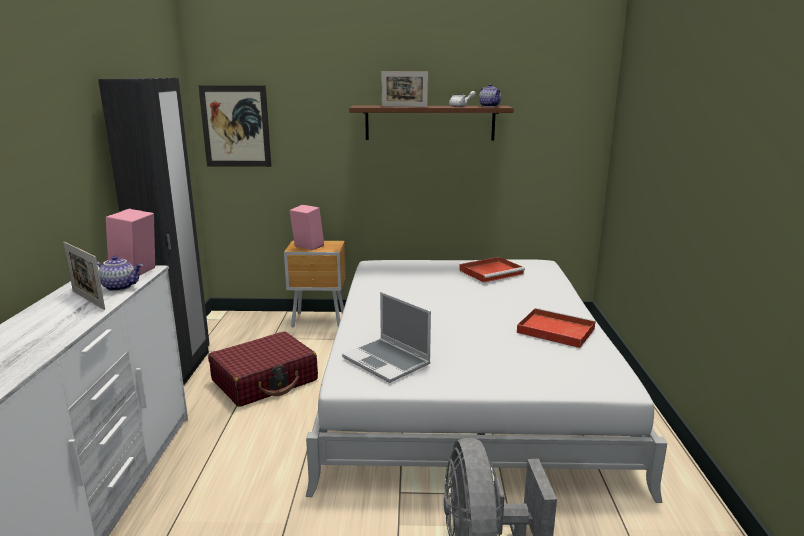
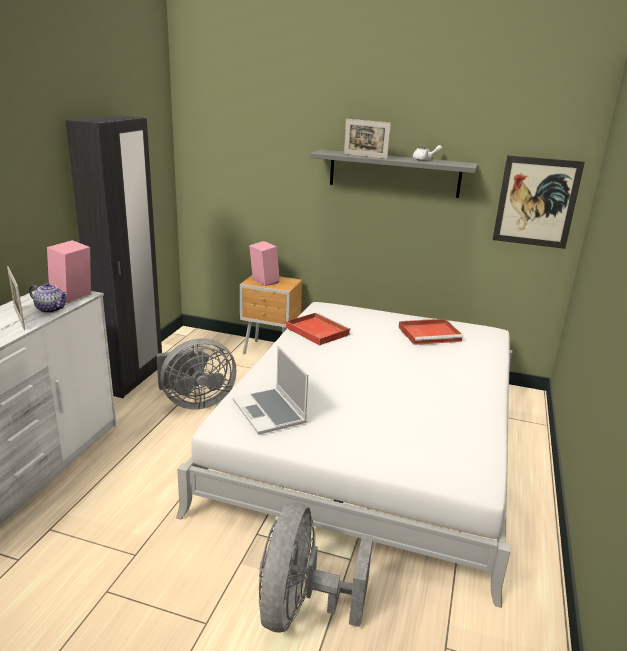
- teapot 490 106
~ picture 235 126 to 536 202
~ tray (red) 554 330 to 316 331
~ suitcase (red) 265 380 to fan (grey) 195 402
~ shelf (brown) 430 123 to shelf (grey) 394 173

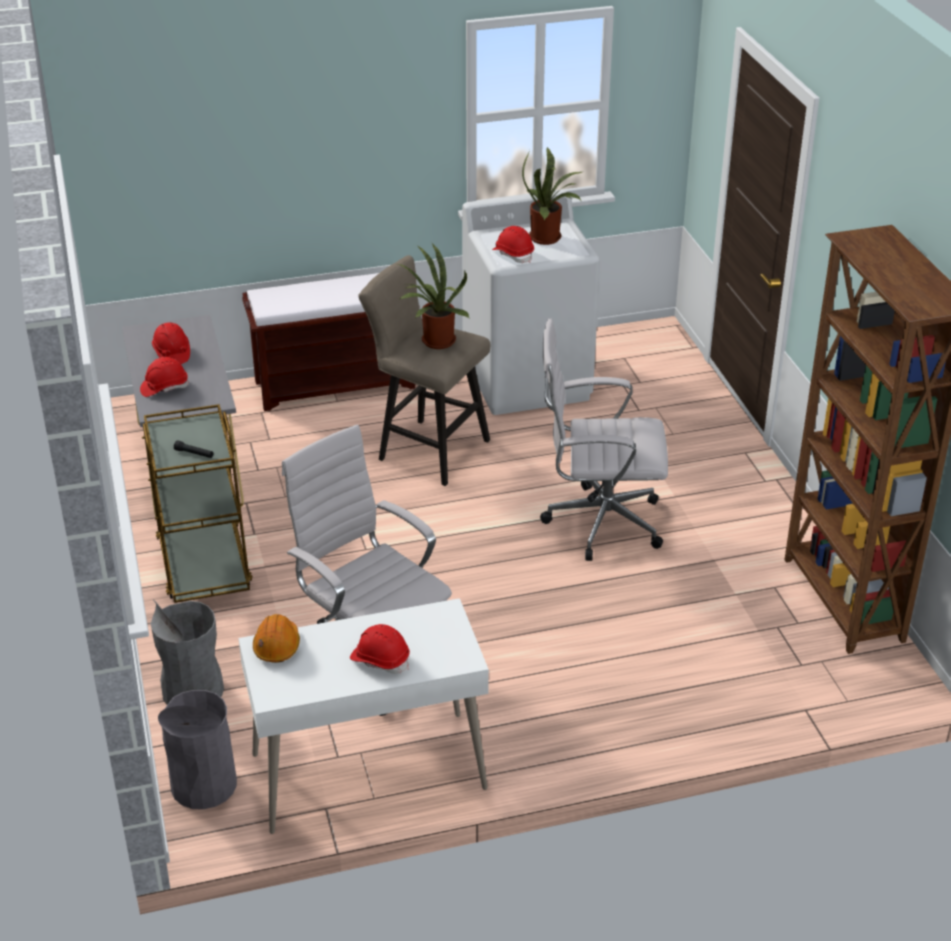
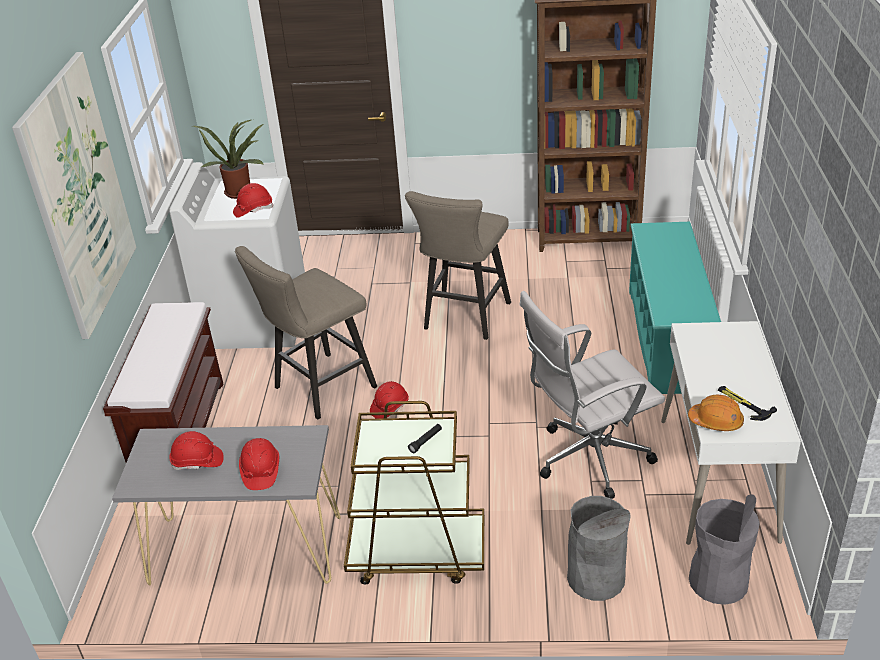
- potted plant 435 342
+ picture 79 195
+ shoe rack (turquoise) 667 339
+ hammer 743 404
~ hard hat (red) 380 660 to 389 407
~ office chair (white) 598 523 to stool (beige) 463 319

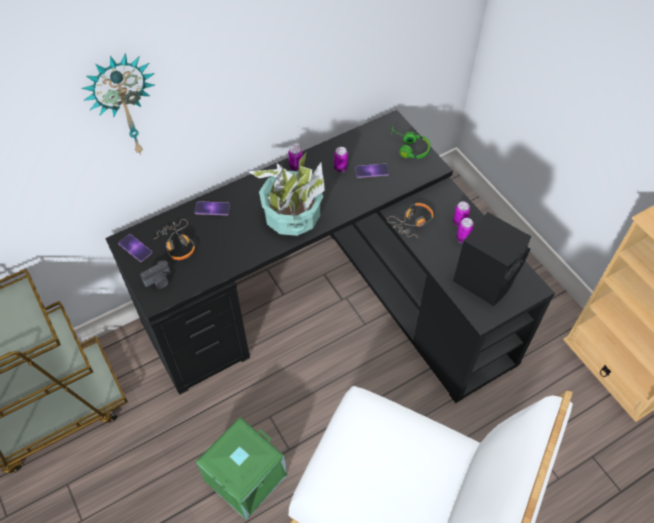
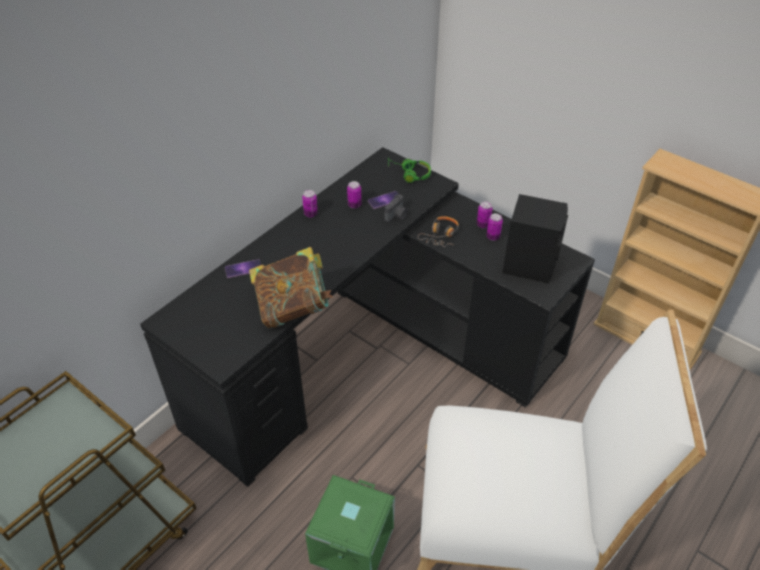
- wall clock 124 105
- phone 135 248
- headphones 177 244
- potted plant 292 216
+ book 293 308
~ photo camera 159 281 to 397 215

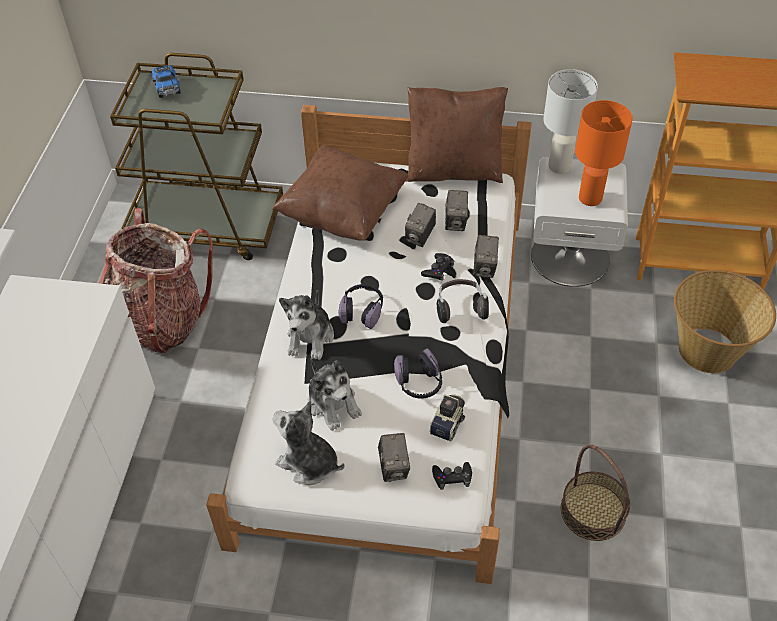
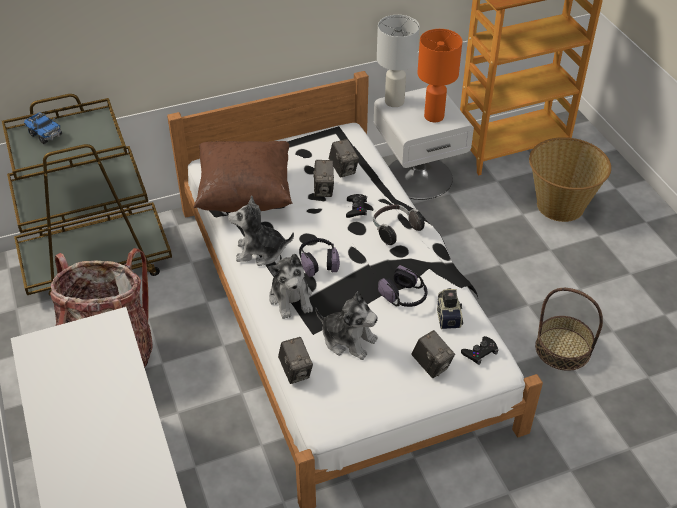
- pillow (brown) 454 170
~ plush toy 308 463 to 260 252
~ photo camera 484 268 to 295 371

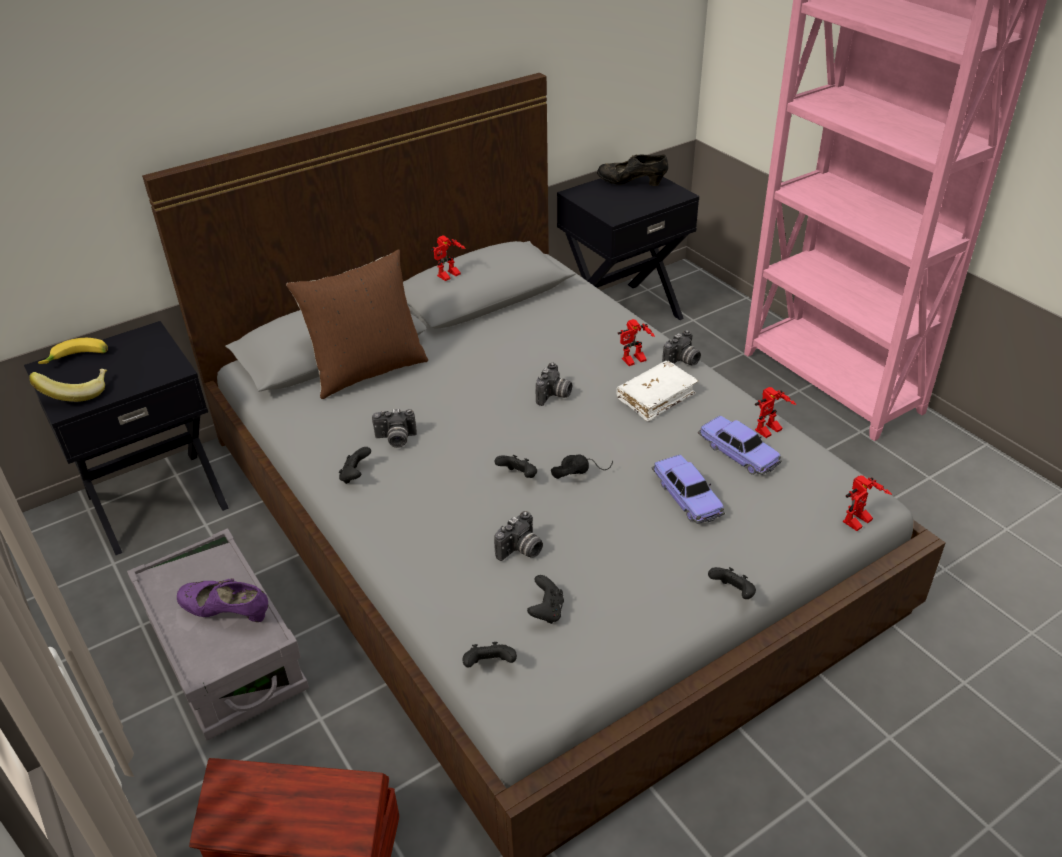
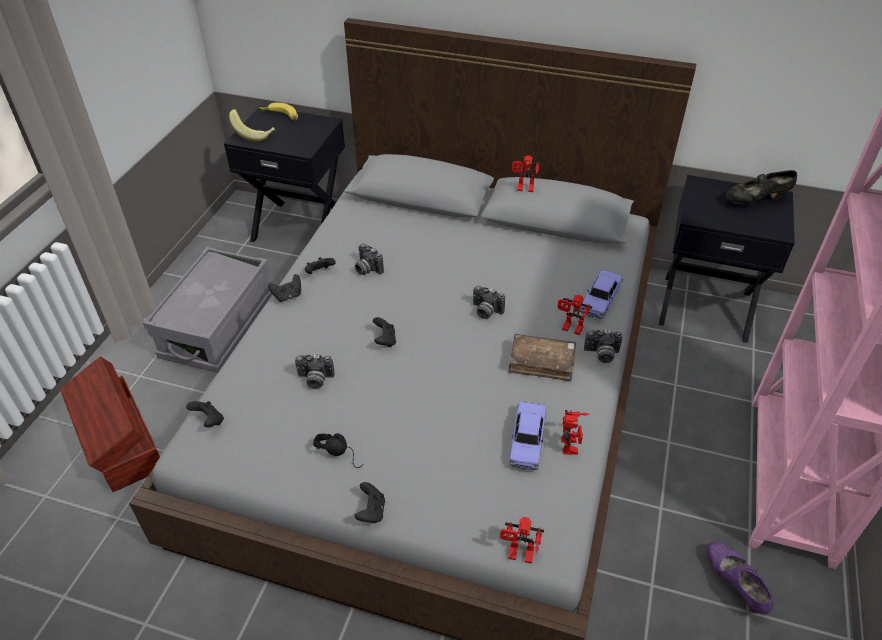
- pillow (brown) 367 370
~ shoe (purple) 227 613 to 734 584
~ game controller (black) 546 611 to 288 296
~ headphones (black) 580 471 to 342 452
~ toy car 687 497 to 600 300
~ book (white) 656 397 to book (brown) 541 362
~ photo camera 554 396 = 485 311 45 degrees clockwise
~ shoe (black) 631 183 = 755 201 75 degrees counterclockwise
~ toy robot 769 432 = 572 447 105 degrees counterclockwise

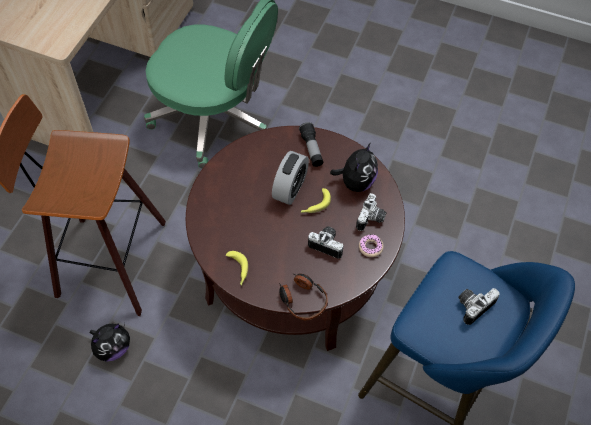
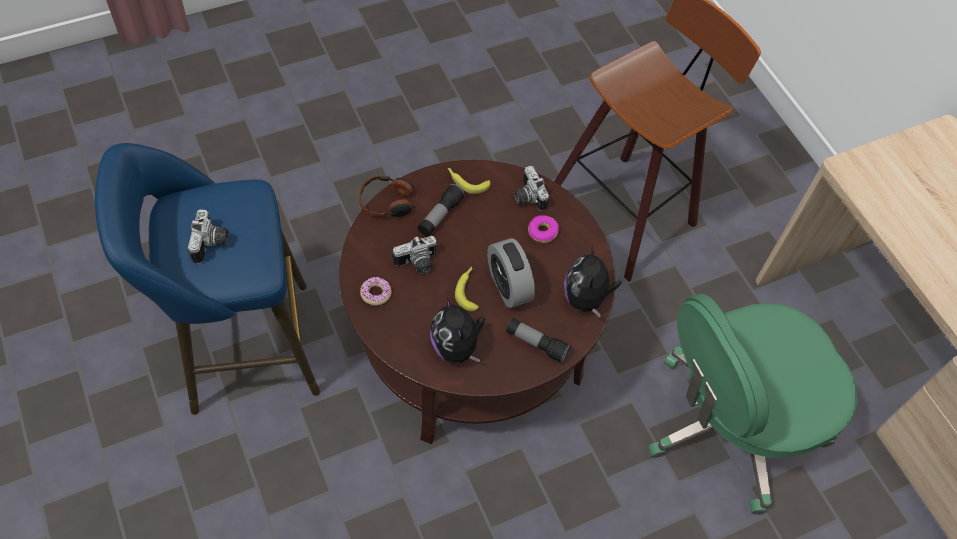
+ flashlight 440 216
+ donut 542 232
~ plush toy 113 348 to 586 298
~ photo camera 371 219 to 527 197

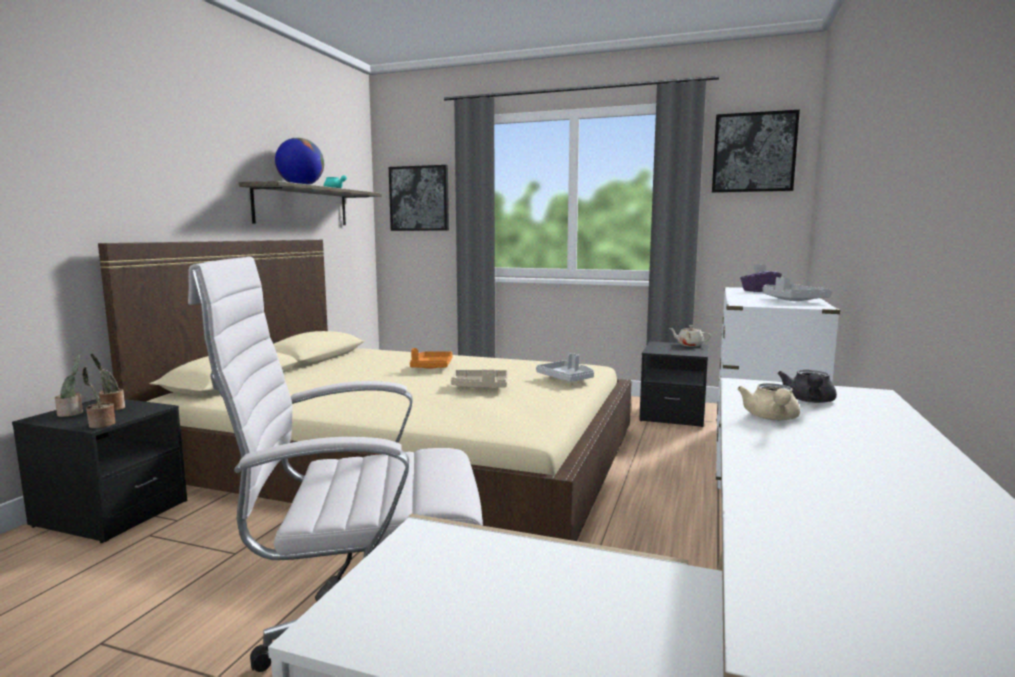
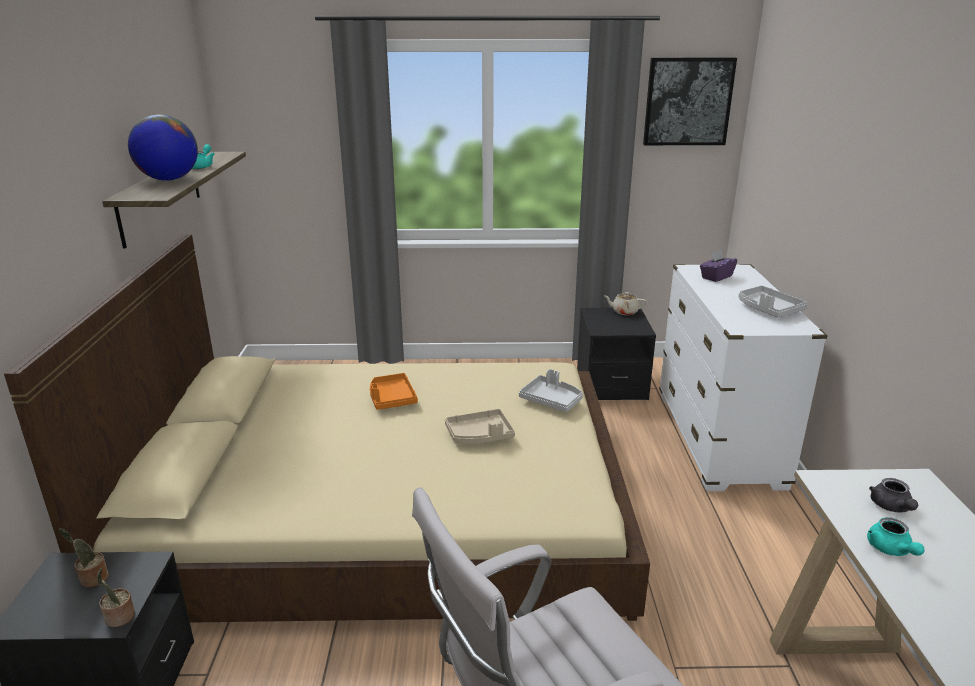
- potted plant 72 413
- picture 419 198
~ teapot (beige) 771 418 to teapot (turquoise) 890 550

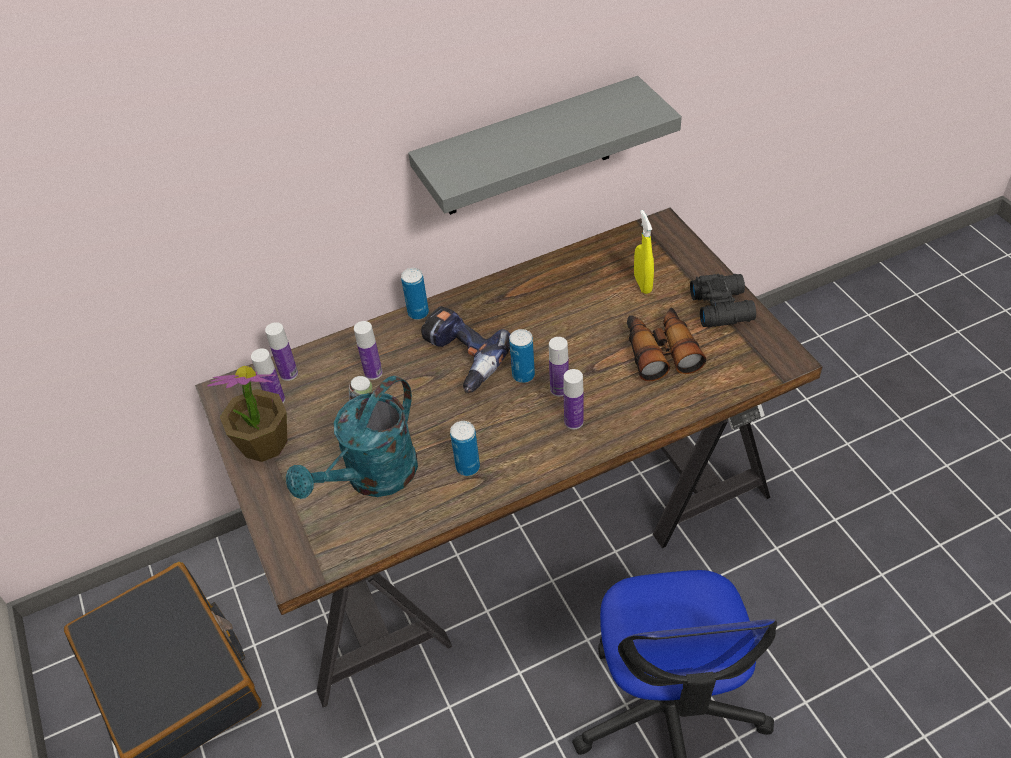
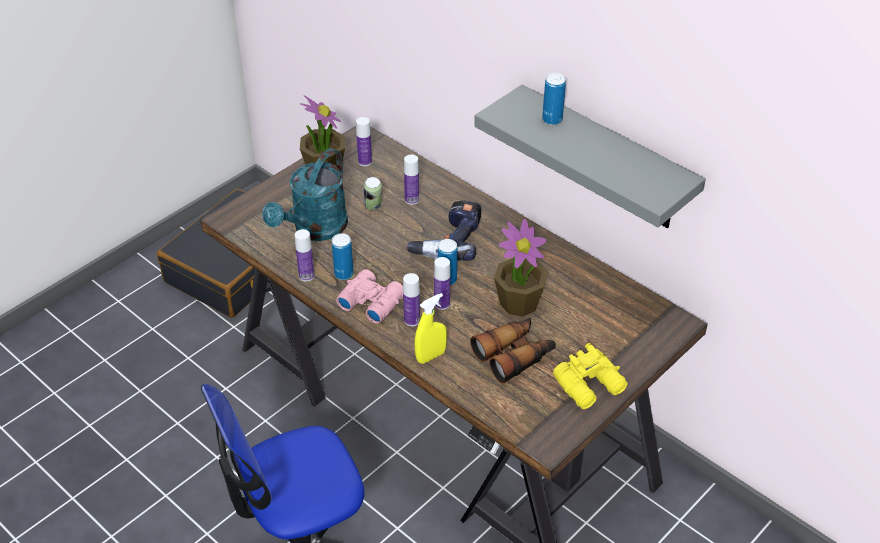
+ binoculars (pink) 371 301
+ potted plant 519 302
~ bottle 289 374 to 306 276
~ can 418 313 to 552 120
~ spray bottle (yellow) 642 284 to 431 356
~ binoculars (black) 722 306 to binoculars (yellow) 591 386
~ watering can (turquoise) 372 478 = 315 230 75 degrees counterclockwise

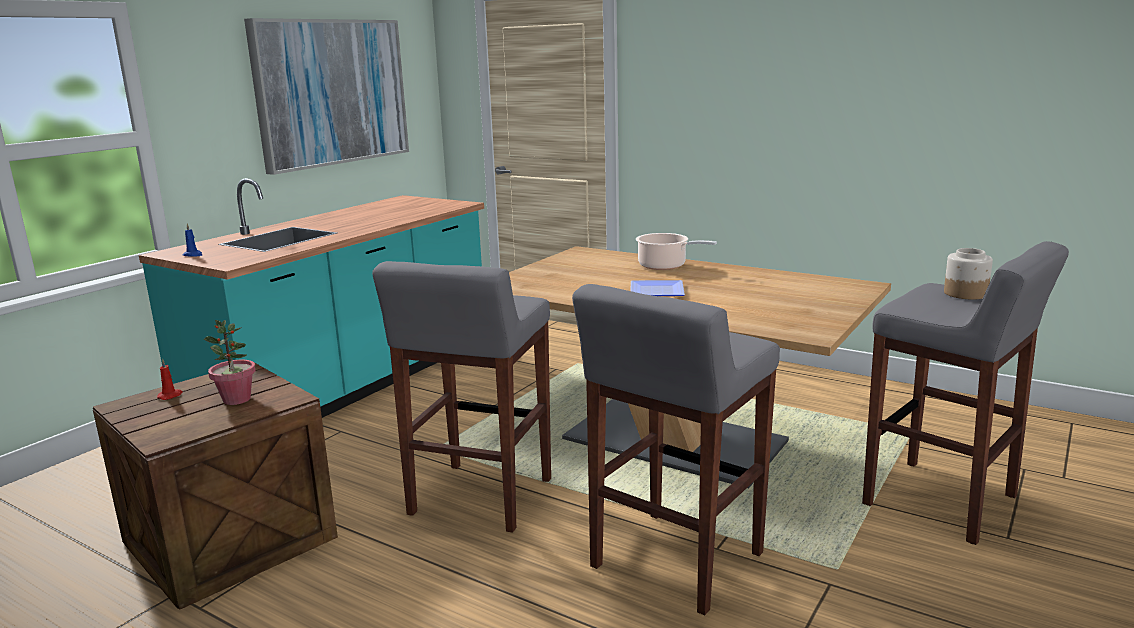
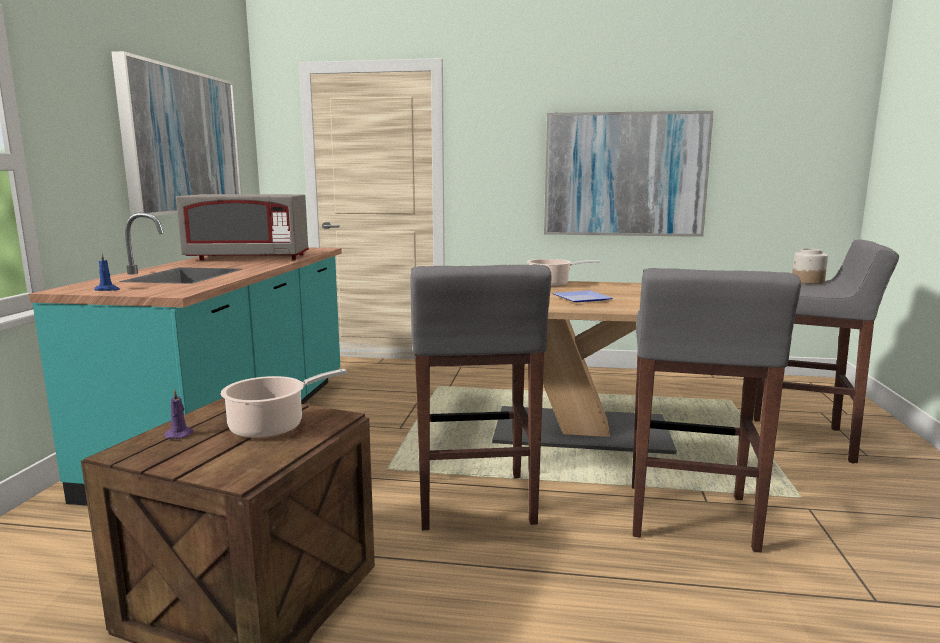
+ microwave (grey) 249 258
+ picture 624 175
~ potted plant 237 399 to cooking pot 272 426
~ candle (red) 170 396 to candle (purple) 180 434

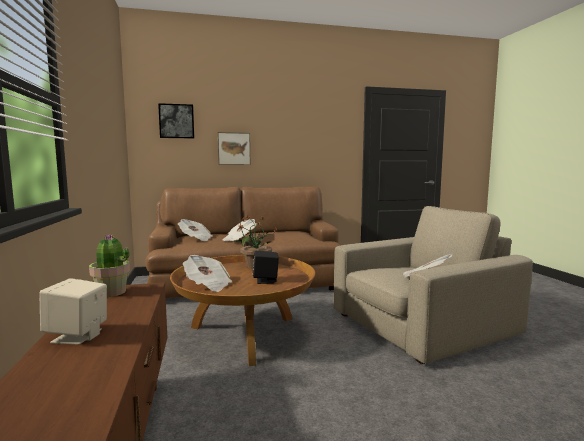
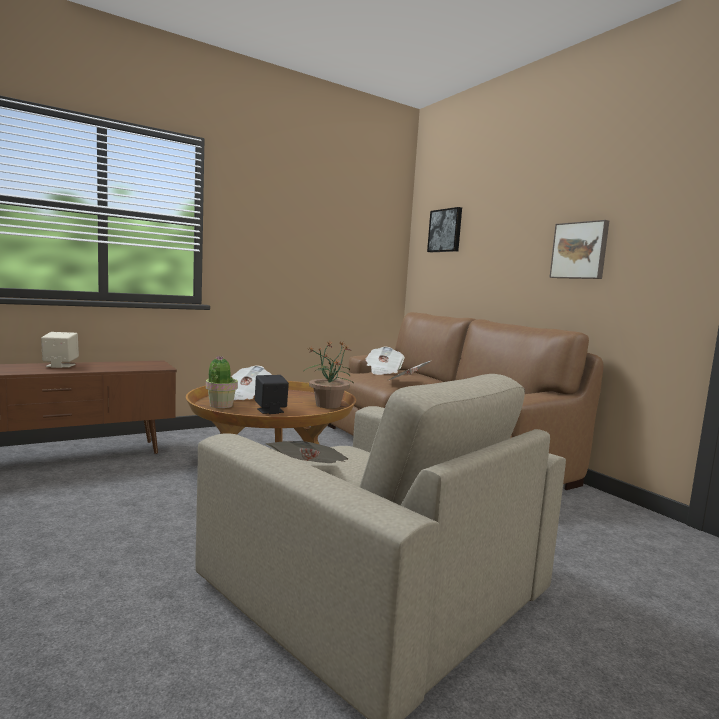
~ potted plant 111 293 to 220 405
~ picture 234 148 to 580 250

